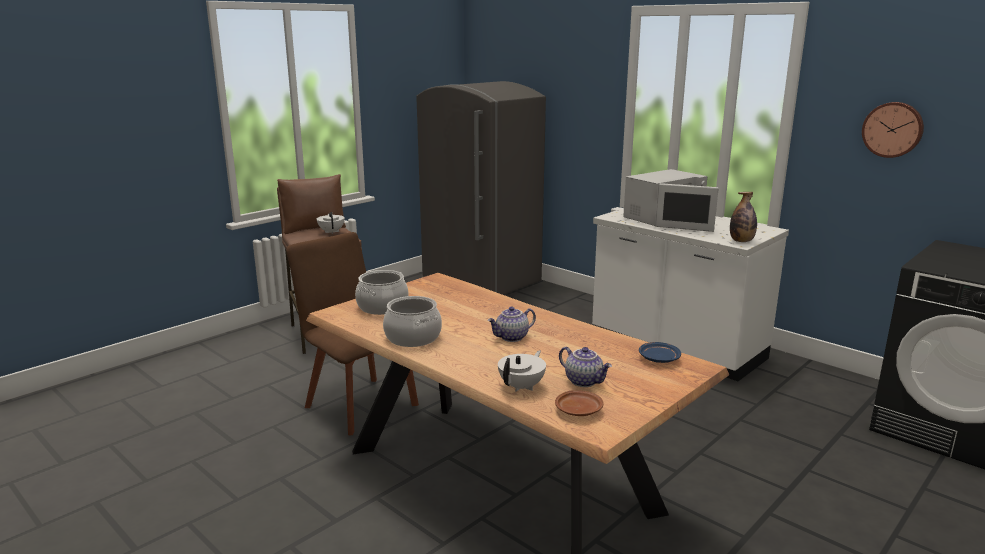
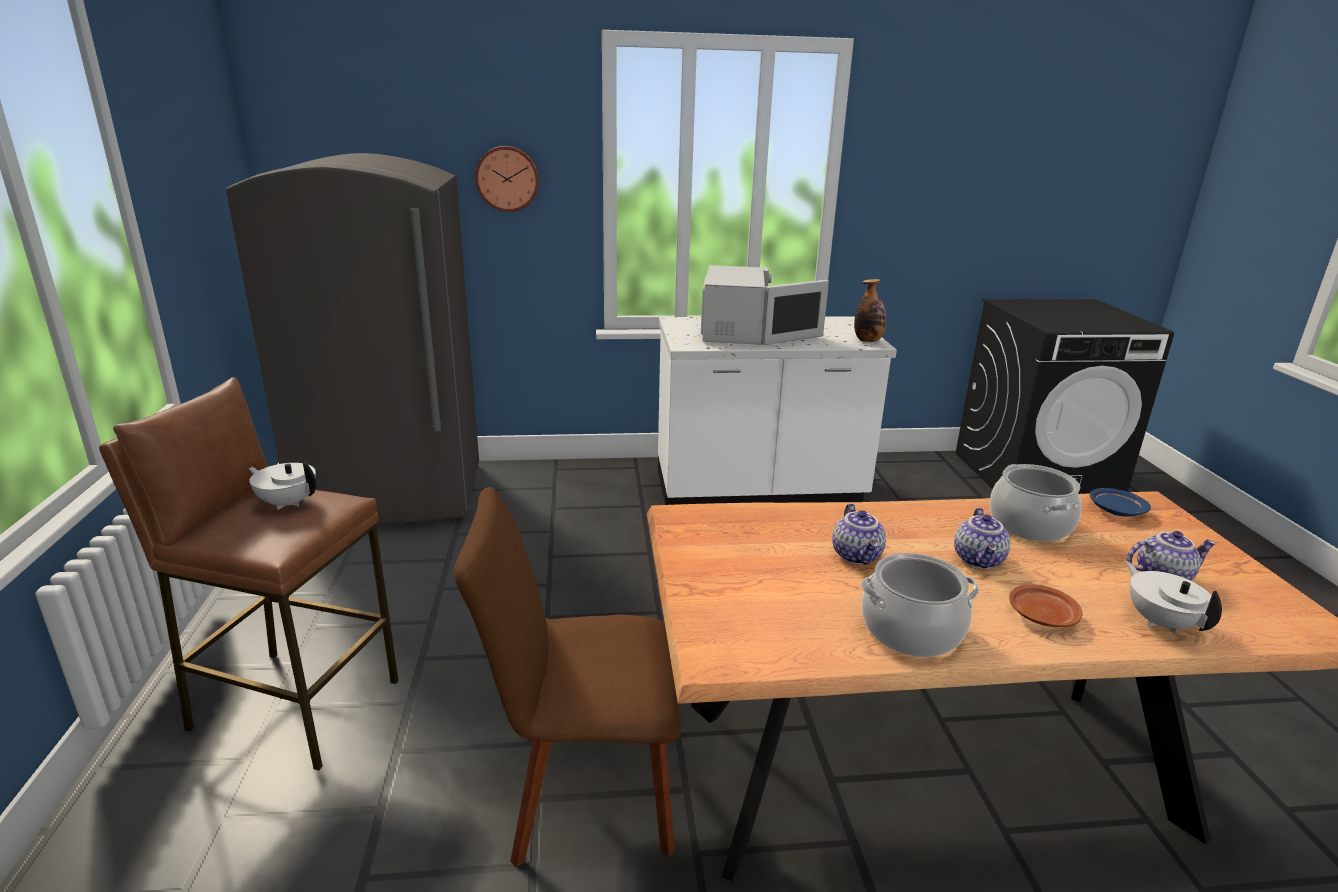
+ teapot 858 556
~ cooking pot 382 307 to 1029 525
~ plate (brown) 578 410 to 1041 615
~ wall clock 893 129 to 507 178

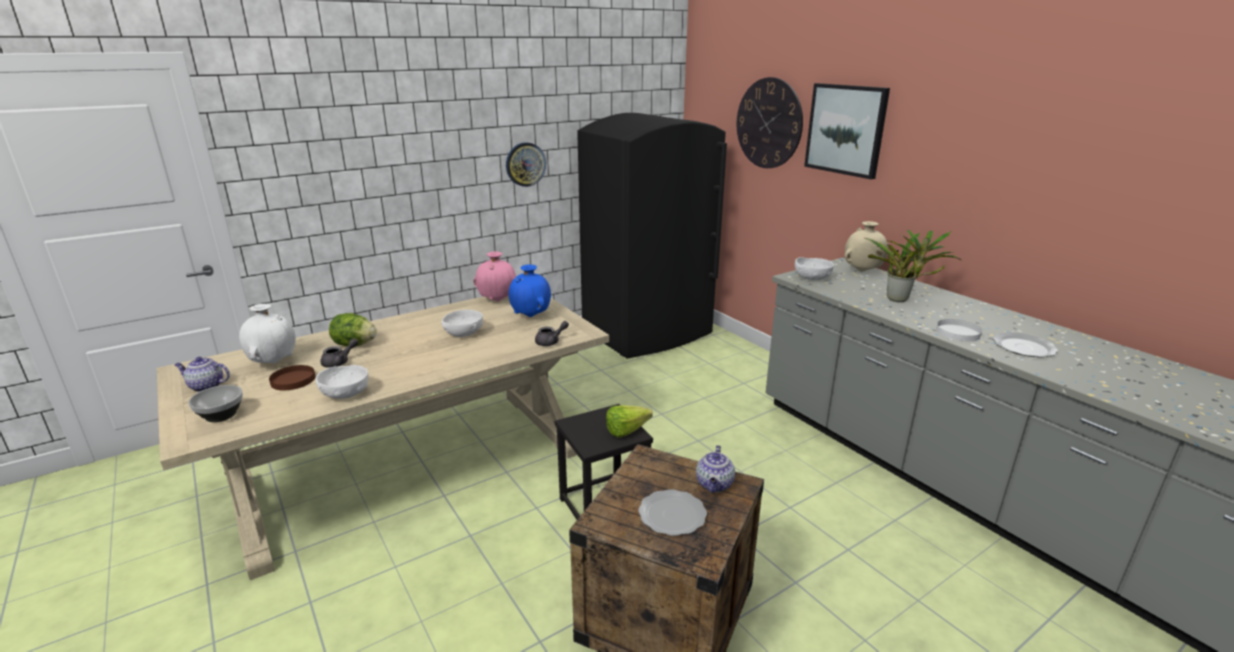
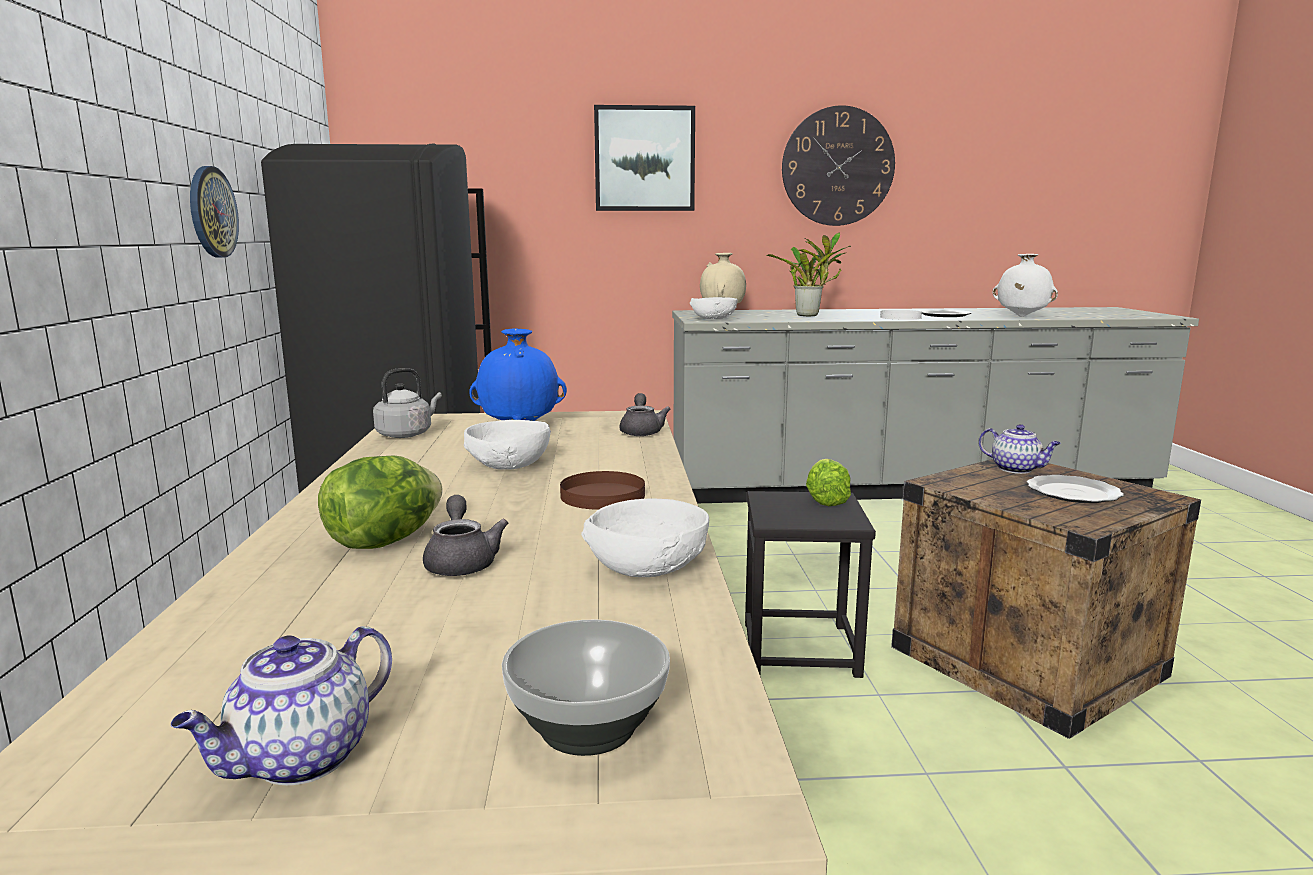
~ vase (white) 274 362 to 1021 316
~ plate (brown) 293 380 to 602 495
~ wall clock 769 123 to 838 166
~ vase (pink) 498 300 to kettle (grey) 407 434

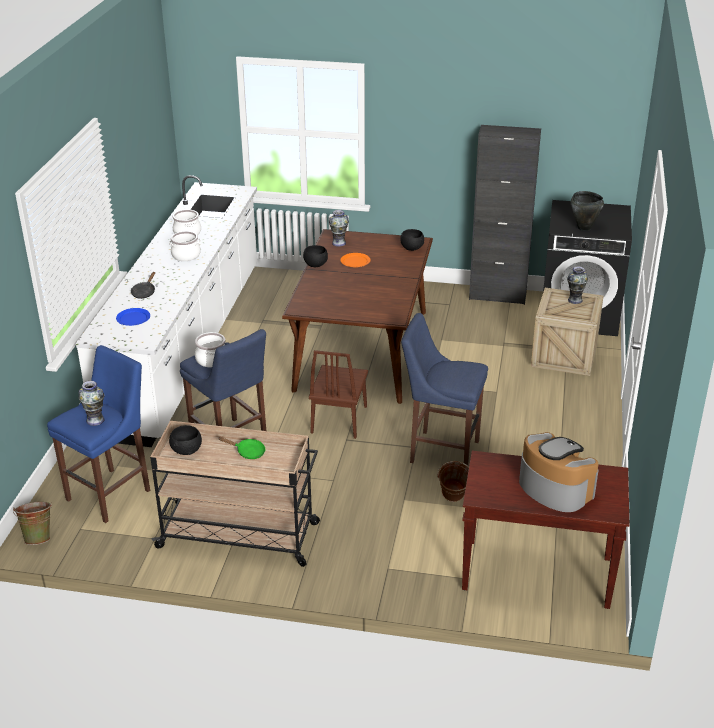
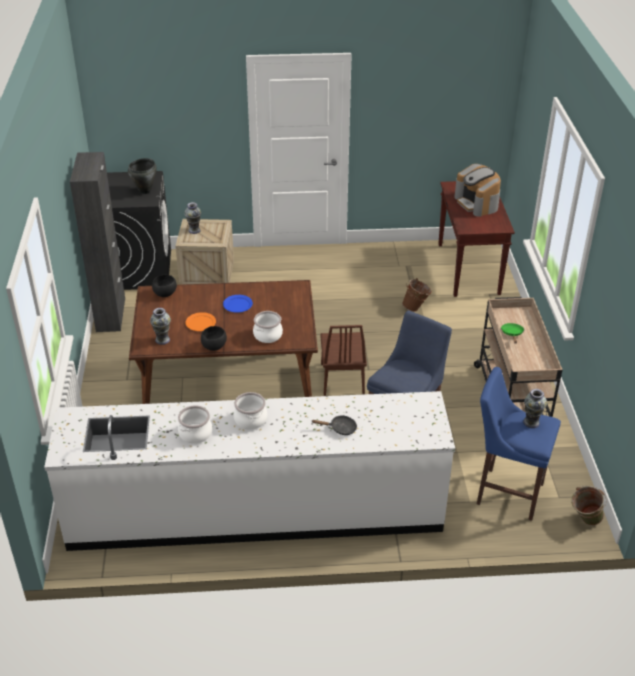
- bowl (black) 187 450
- stool (blue) 441 450
~ plate (blue) 133 318 to 237 305
~ cooking pot 212 360 to 267 335
~ chair (brown) 339 419 = 342 378 90 degrees clockwise
~ coffee machine 554 488 = 477 203 60 degrees counterclockwise

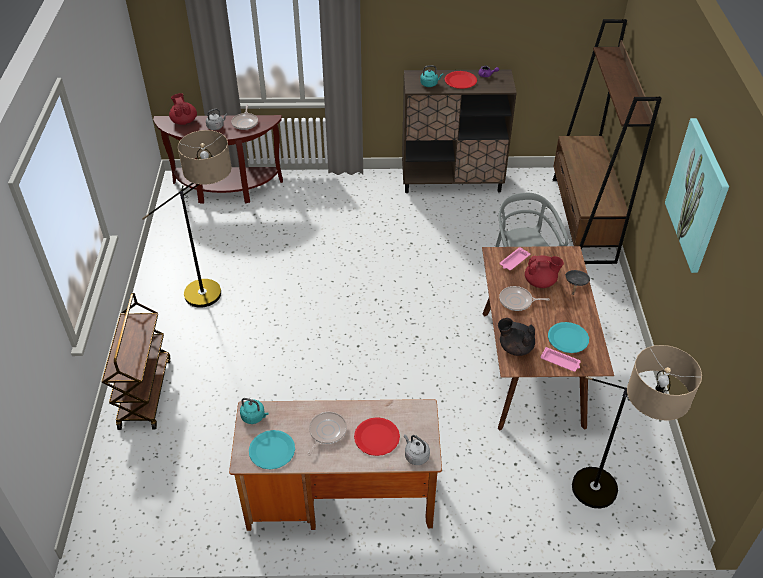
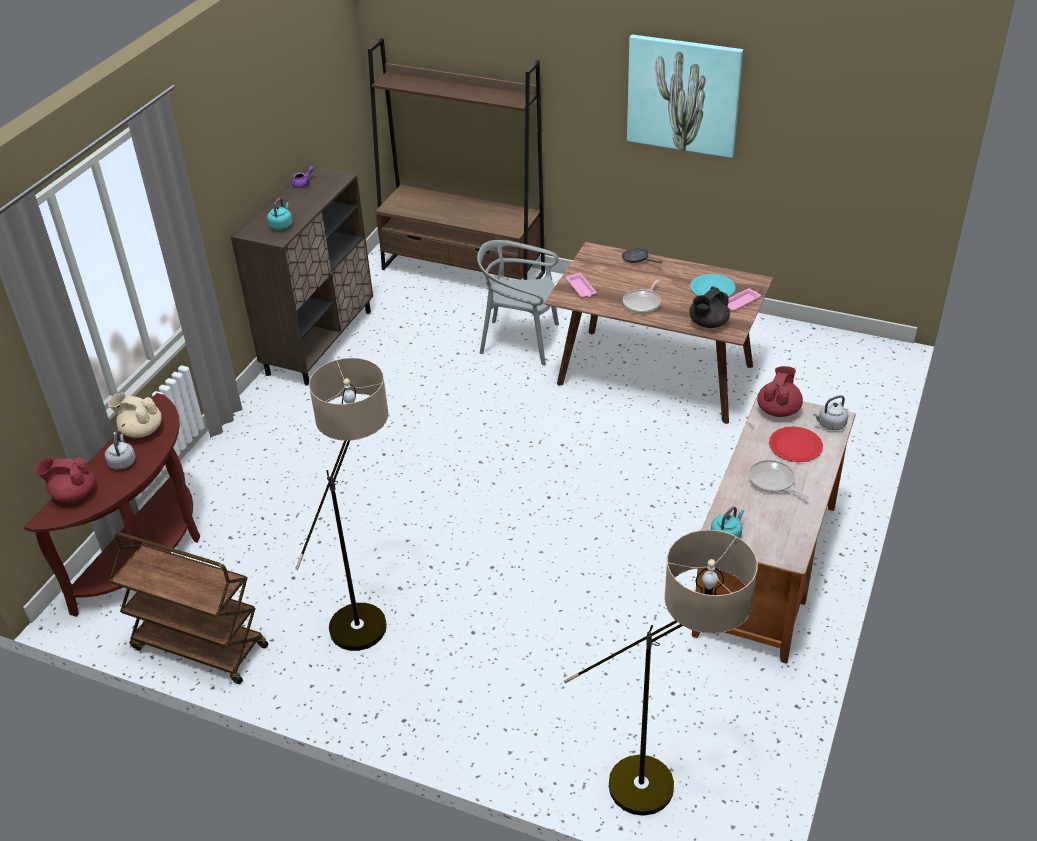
- plate (turquoise) 272 450
- plate (red) 460 81
~ cart (brown) 144 392 to 198 647
~ teapot (red) 540 282 to 778 410
~ floor lamp 604 503 to 668 786
~ frying pan 245 122 to teapot (beige) 141 430

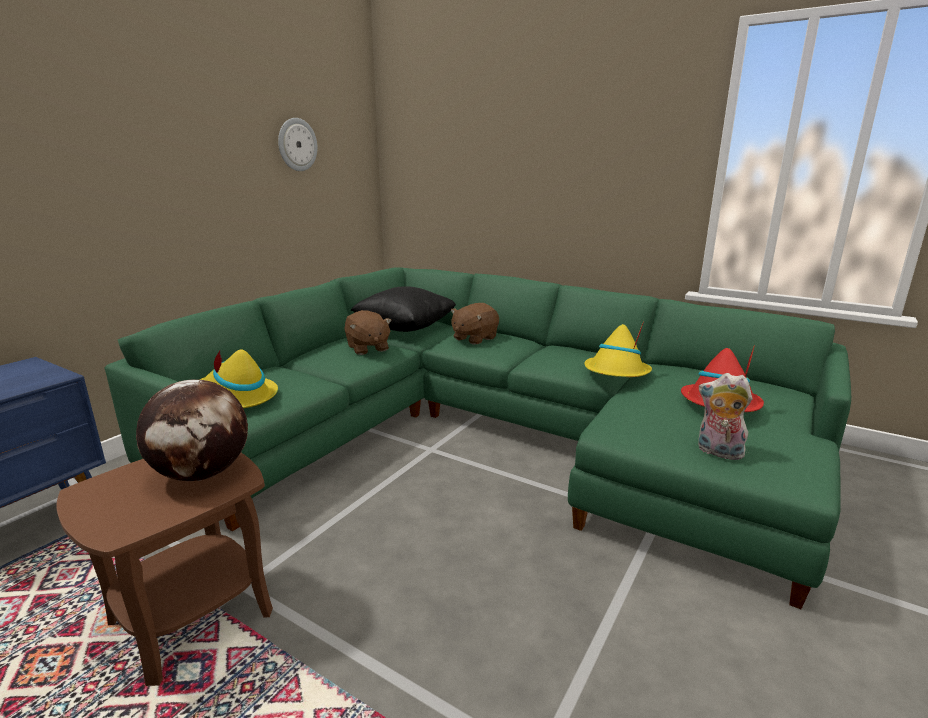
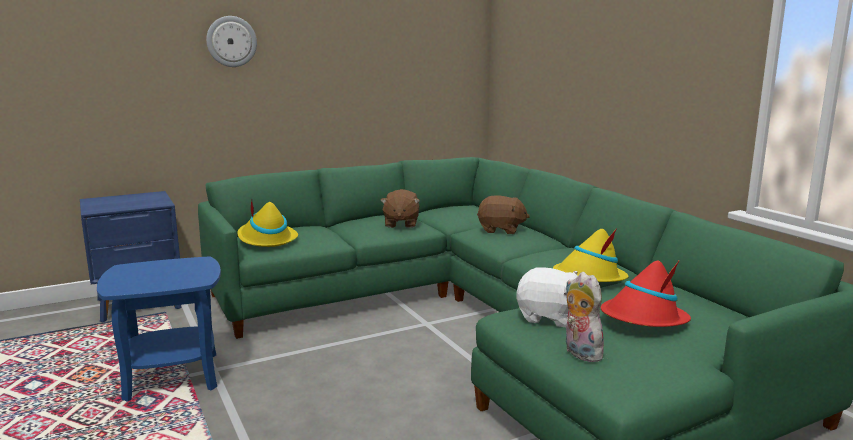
- globe 203 474
- pillow (black) 405 328
+ plush toy (white) 550 317
~ wall clock 297 144 to 231 41
~ side table (brown) 191 616 to side table (blue) 172 376
~ plush toy (brown) 474 338 = 501 230 150 degrees counterclockwise

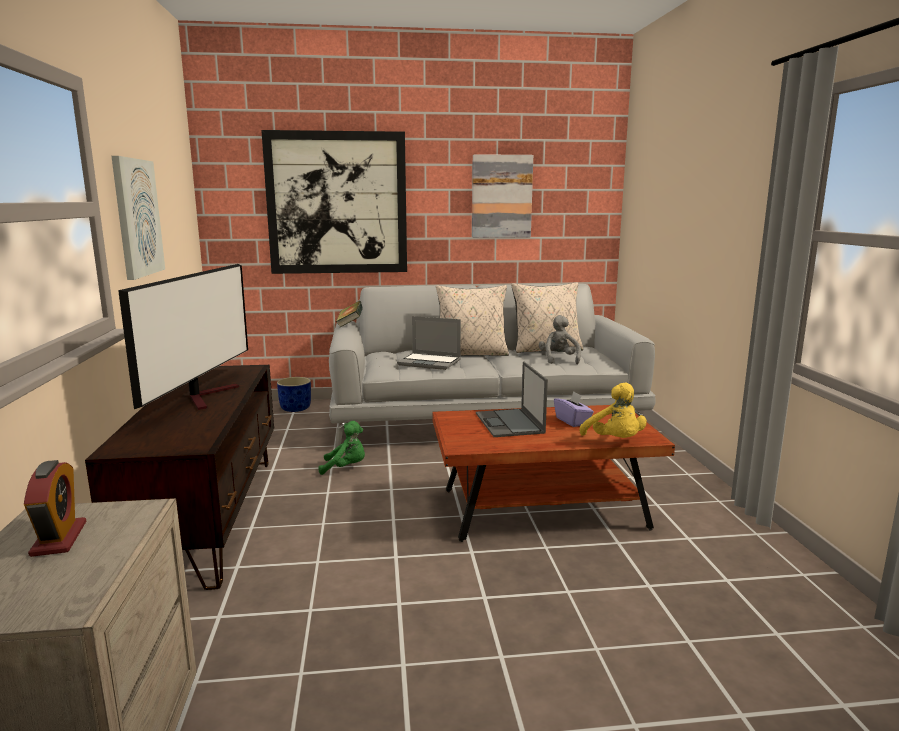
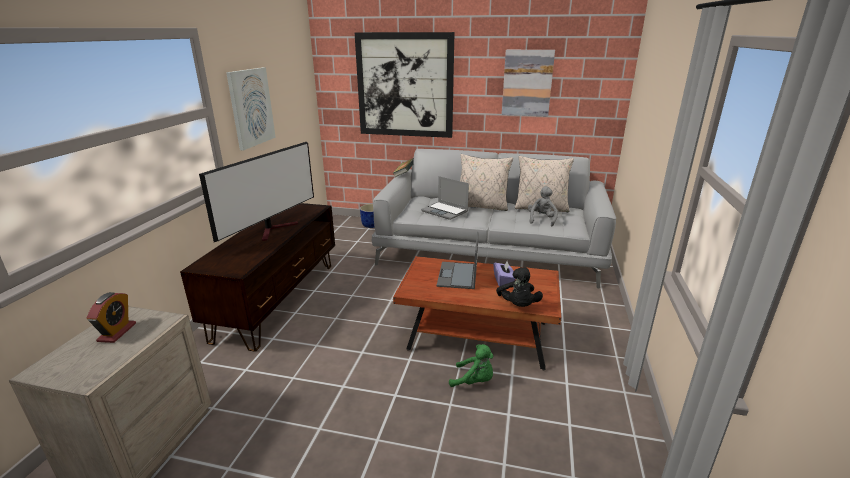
~ plush toy (green) 346 468 to 474 381
~ plush toy (yellow) 614 441 to plush toy (black) 518 305

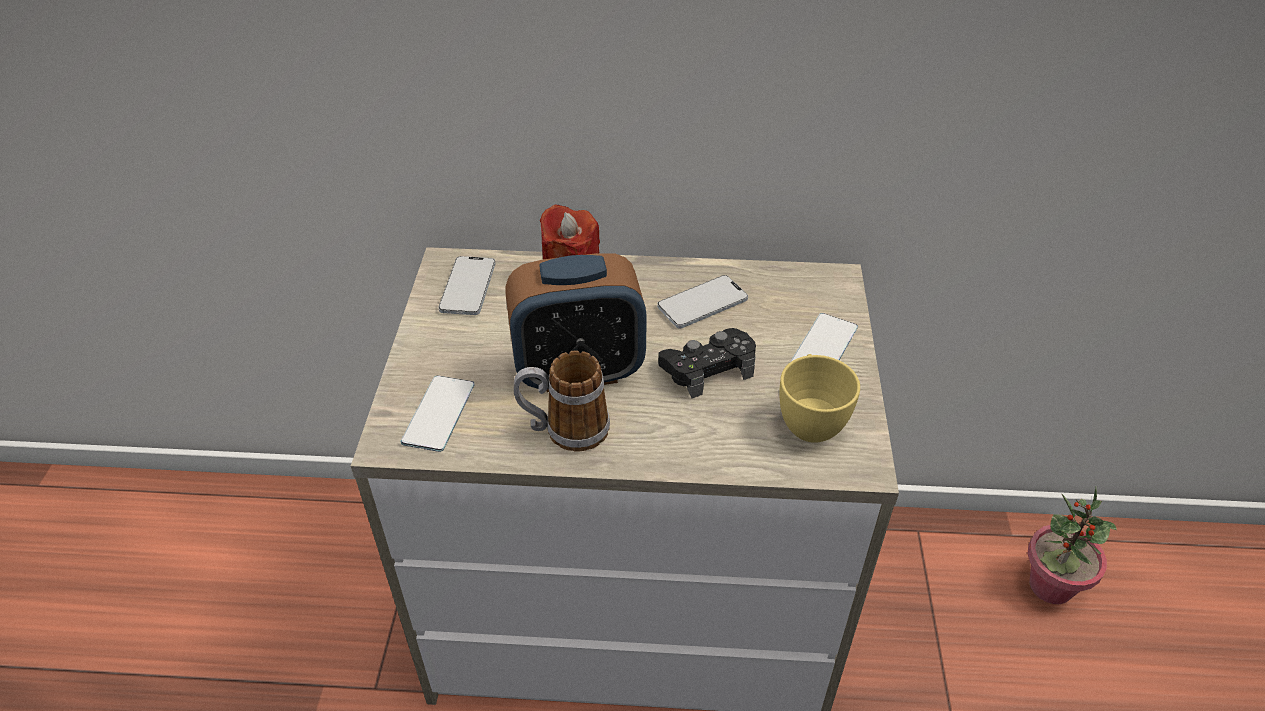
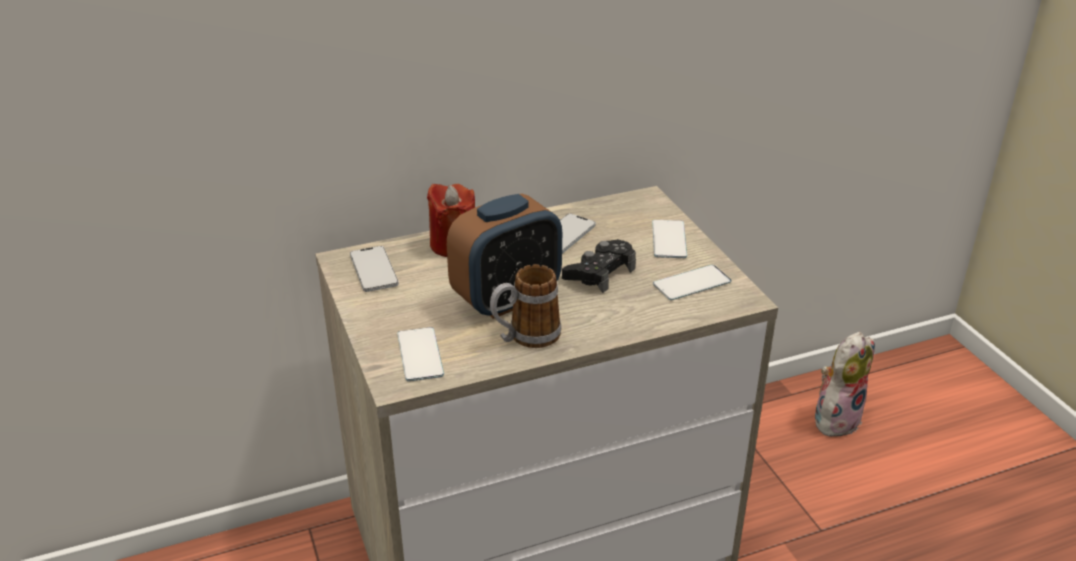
~ cup (yellow) 810 419 to phone 692 283
~ potted plant 1050 586 to plush toy 836 418

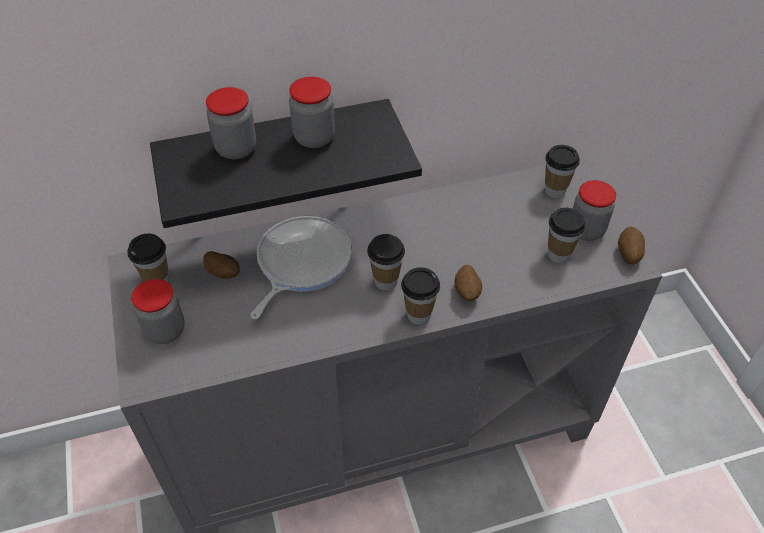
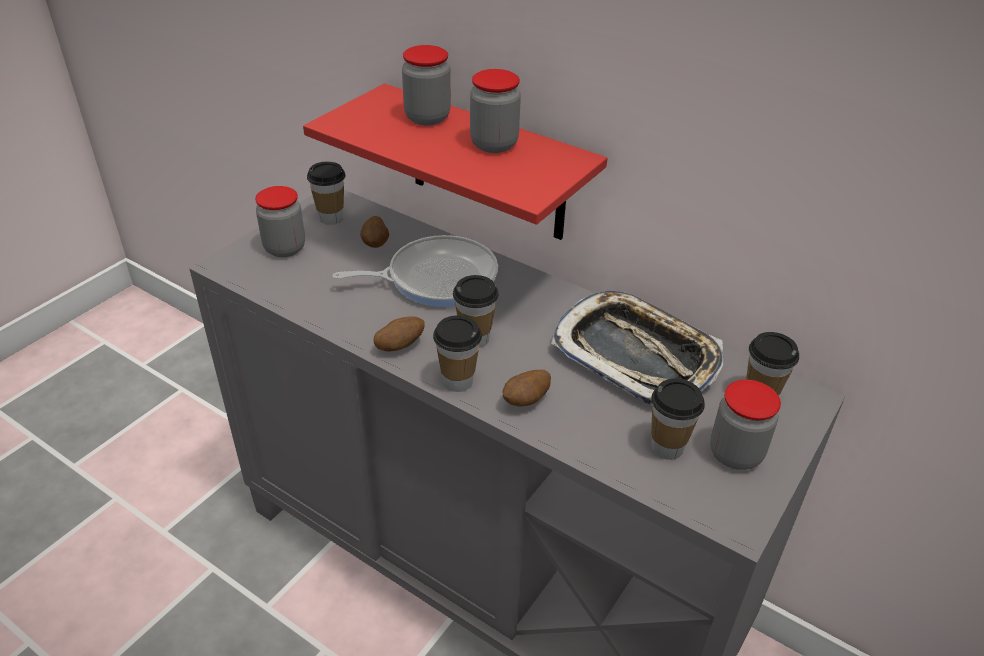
+ tray 636 355
~ potato 628 254 to 400 346
~ shelf (black) 277 155 to shelf (red) 487 164

